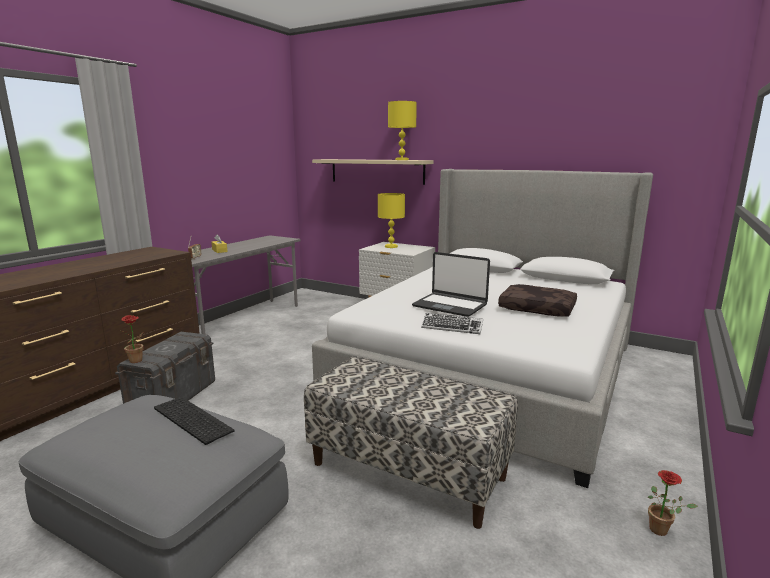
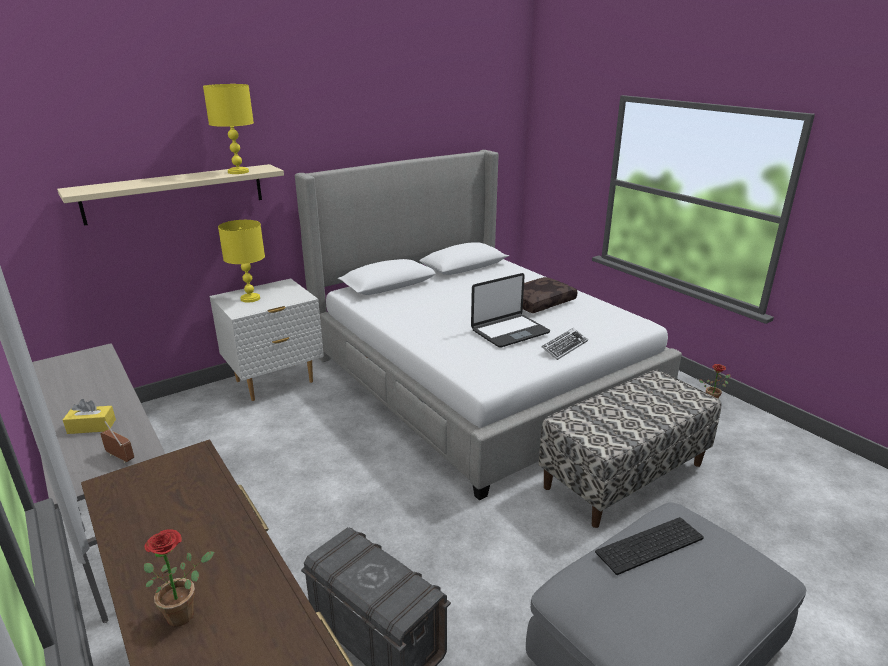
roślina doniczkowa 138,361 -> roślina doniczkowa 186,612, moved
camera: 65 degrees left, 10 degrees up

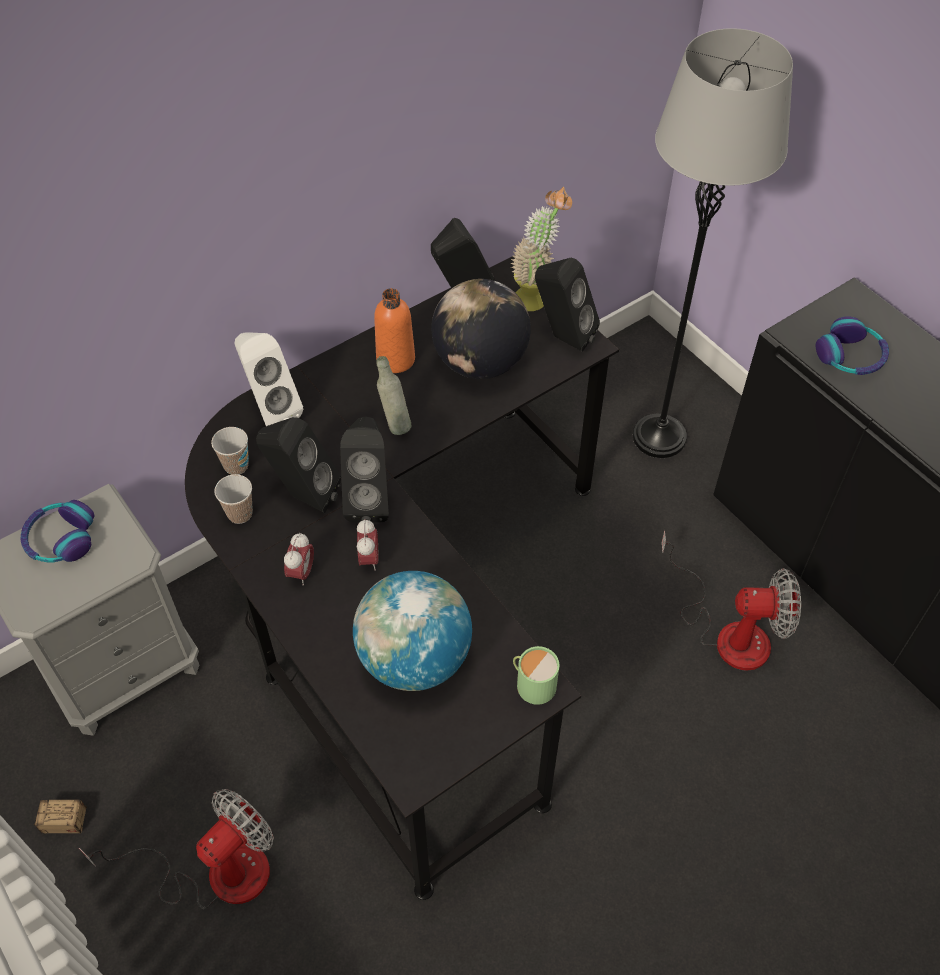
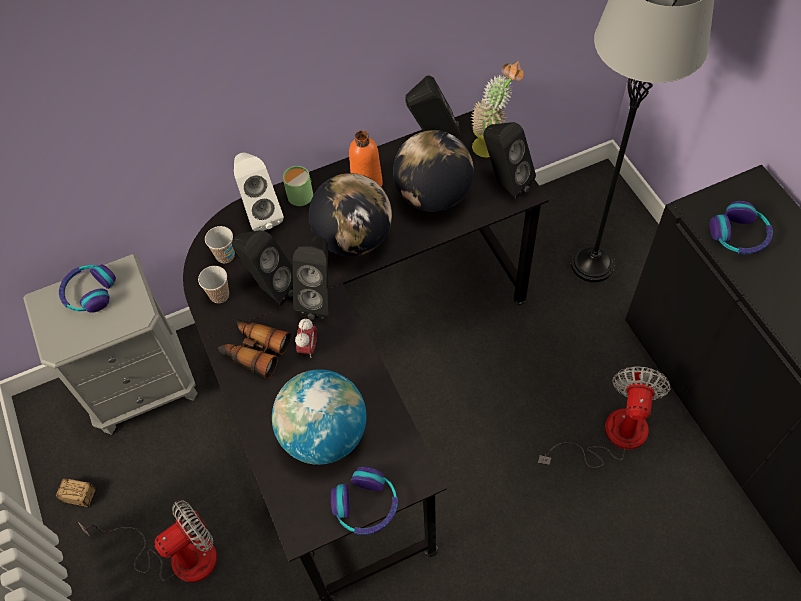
budzik 301,572 -> lornetka 255,350
kubek/zielony 533,683 -> kubek/zielony 298,193, moved
butelka/szary 395,424 -> globus 354,239
none -> słuchawki 366,506
wentylator 728,631 -> wentylator 611,436, 90 degrees counterclockwise
camera: 15 degrees right, 5 degrees up

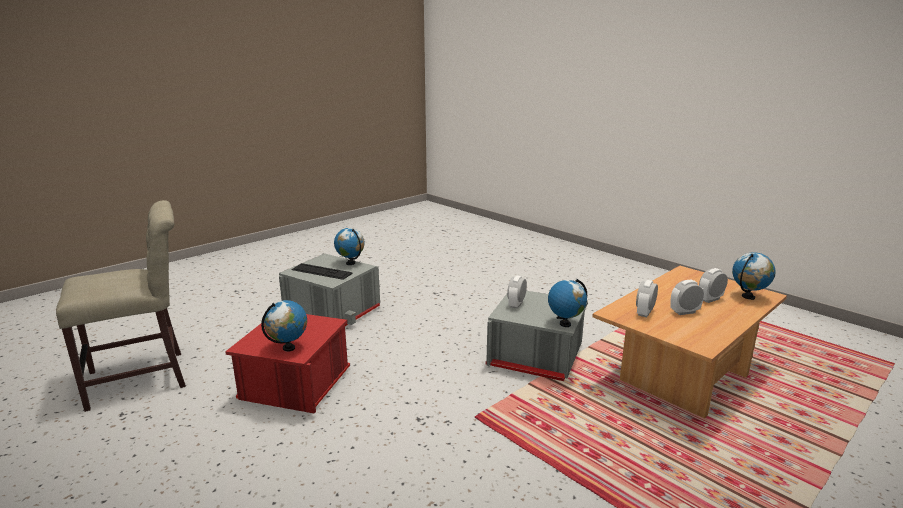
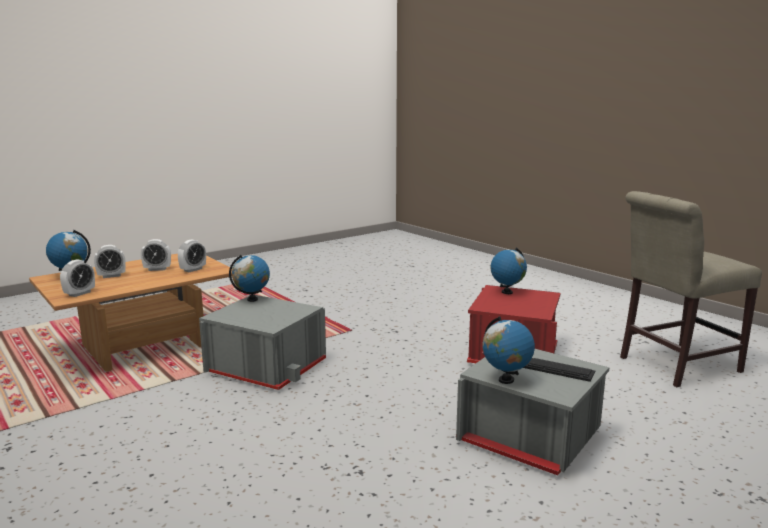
budzik 516,304 -> budzik 79,293, moved
camera: 175 degrees left, 5 degrees down

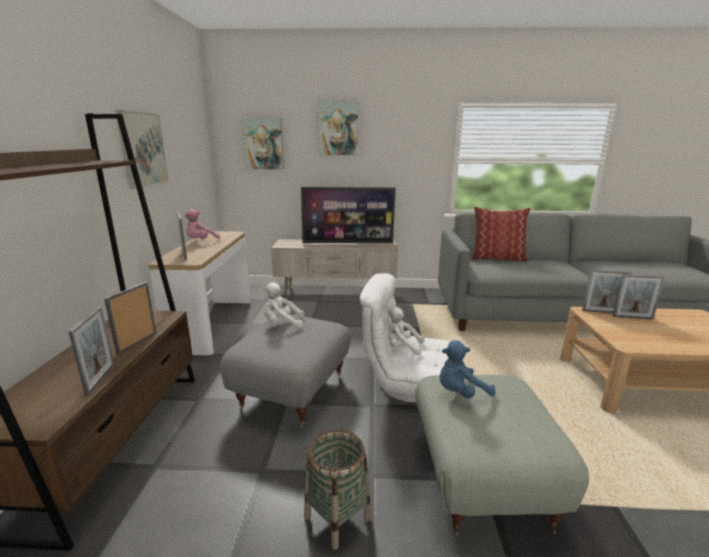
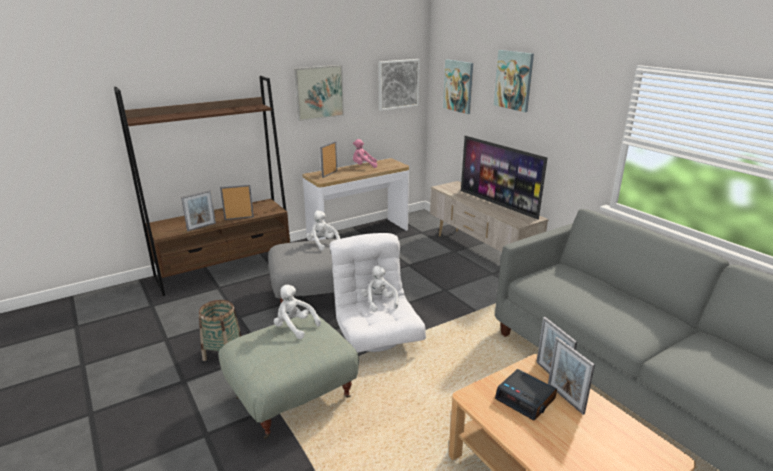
pluszak/niebieski 460,393 -> pluszak/biały 294,327
none -> obraz 398,84
none -> budzik 526,399
poduszka 497,258 -> none
camera: 55 degrees right, 5 degrees up

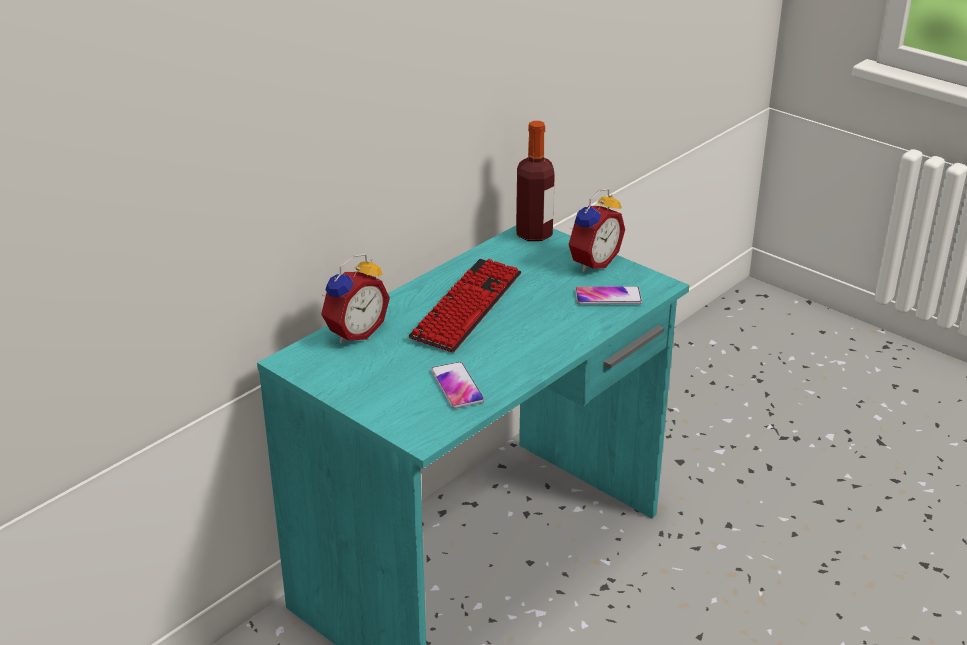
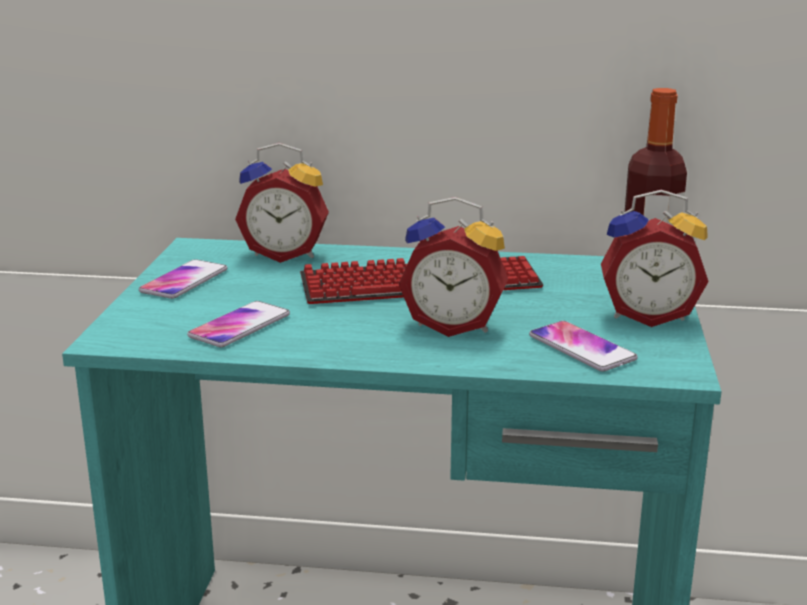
none -> telefon 184,281
none -> budzik 454,325
camera: 55 degrees right, 10 degrees down

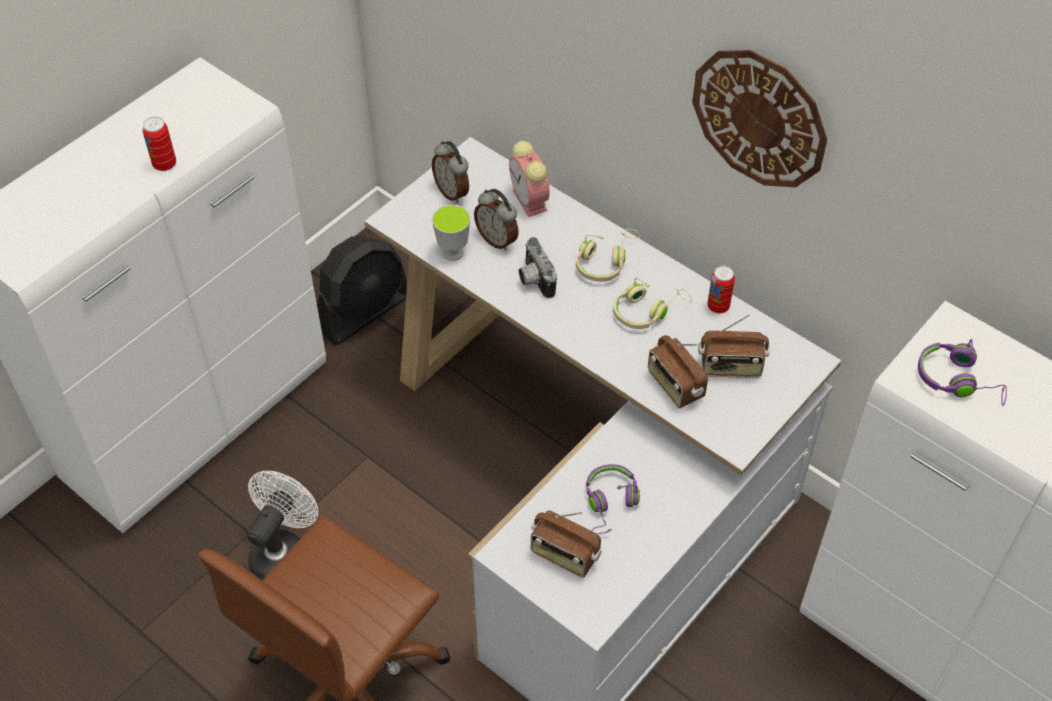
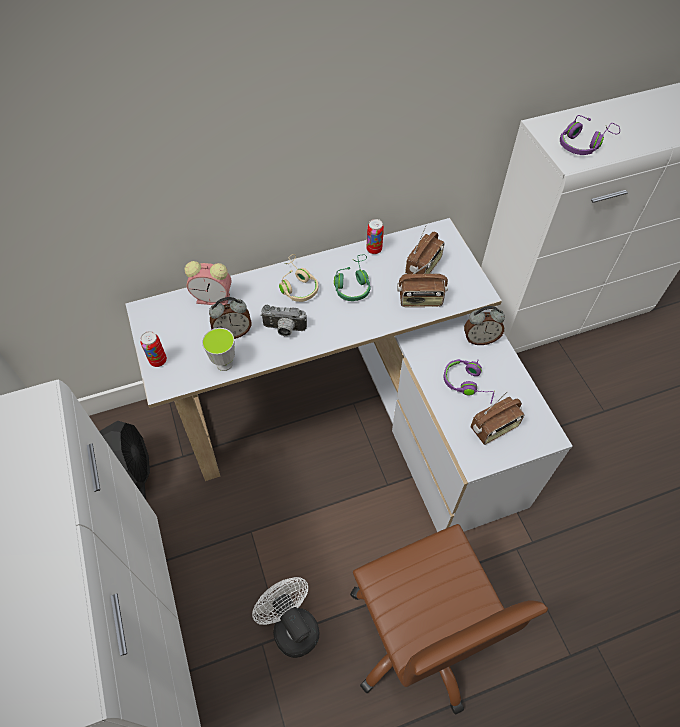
puszka 164,164 -> puszka 158,361, moved
słuchawki/beżowy 647,311 -> słuchawki/zielony 353,284
budzik 452,192 -> budzik 480,339, moved
zegar ścienny 759,118 -> none
camera: 60 degrees left, 5 degrees up

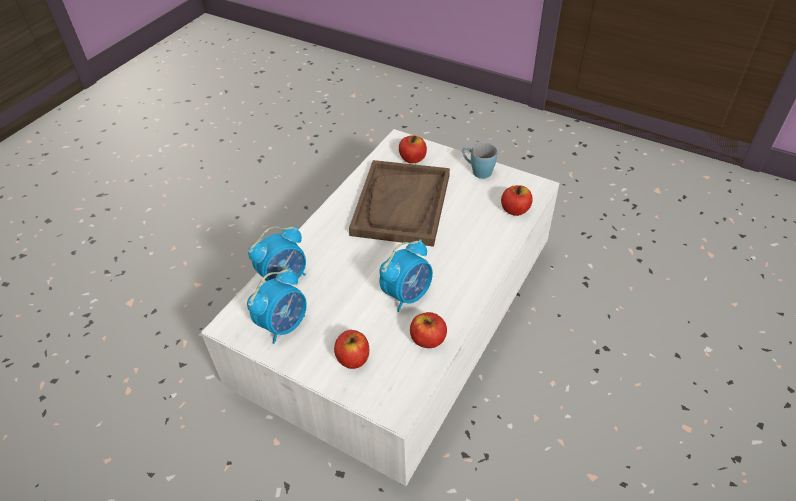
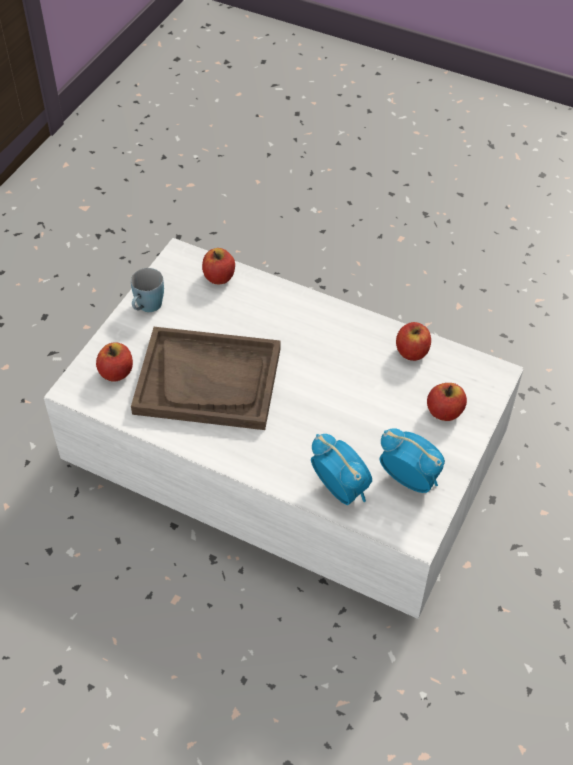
budzik 407,294 -> none
camera: 95 degrees left, 5 degrees up

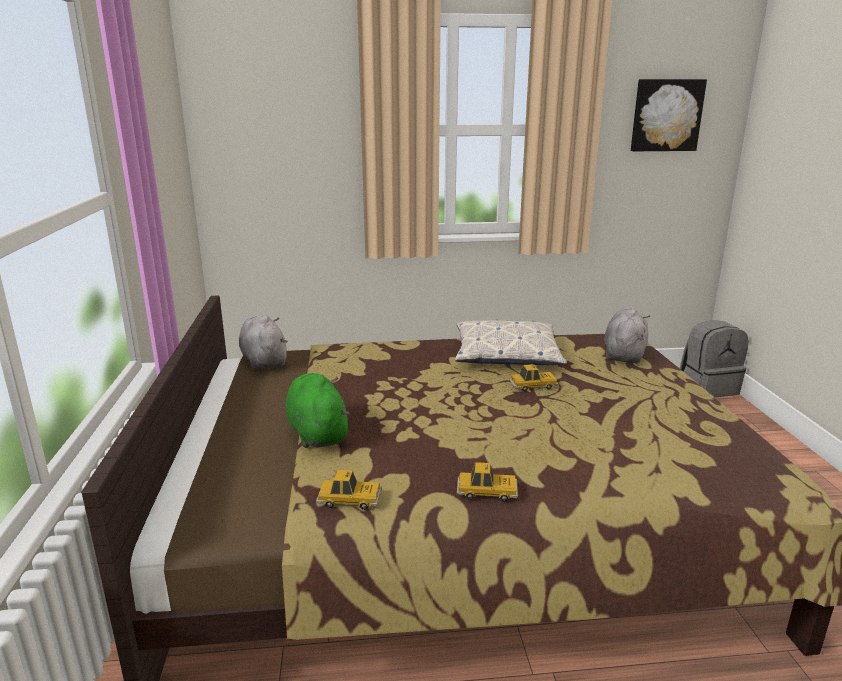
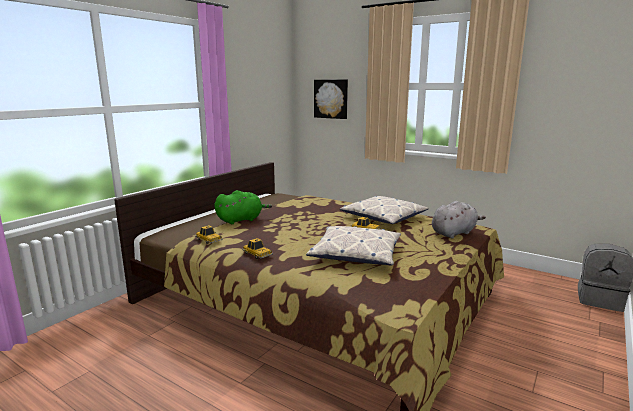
pluszak/zielony 317,432 -> pluszak/zielony 241,220, 45 degrees clockwise
none -> poduszka 356,254
obraz 666,115 -> obraz 331,99, moved
pluszak/szary 264,361 -> none
camera: 40 degrees right, 5 degrees down

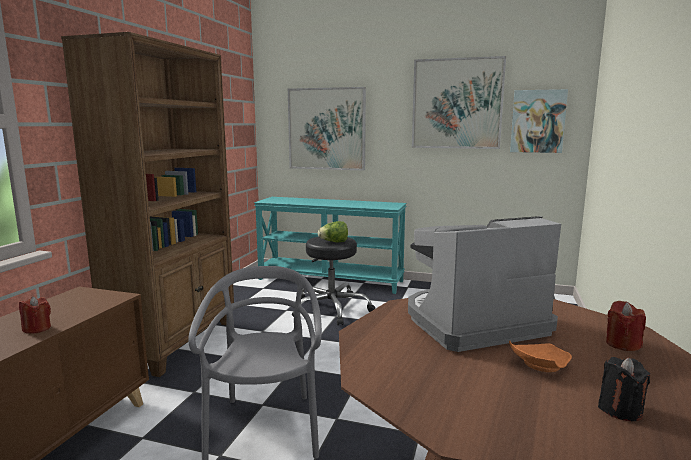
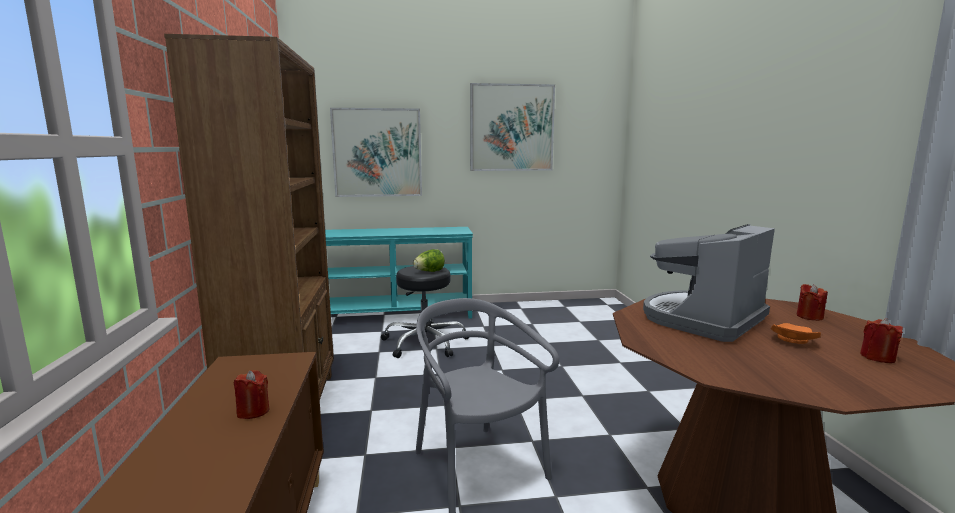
świeca/czarny 620,410 -> świeca/czerwony 877,357
obraz 537,121 -> none
camera: 25 degrees left, 0 degrees up

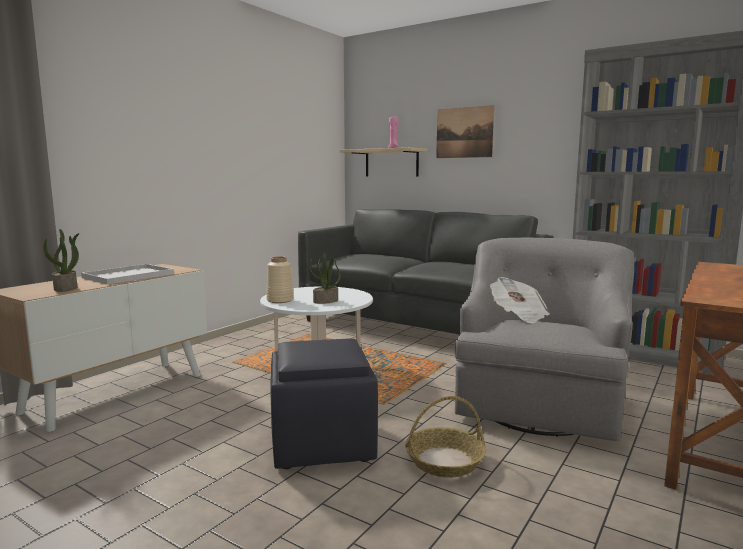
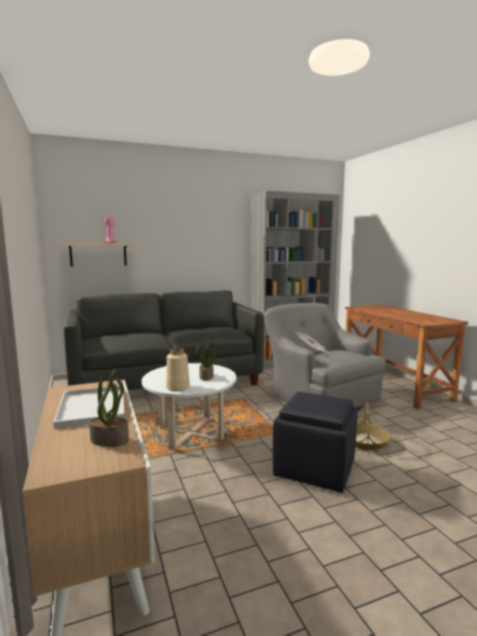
obraz 464,132 -> none
camera: 55 degrees left, 0 degrees up

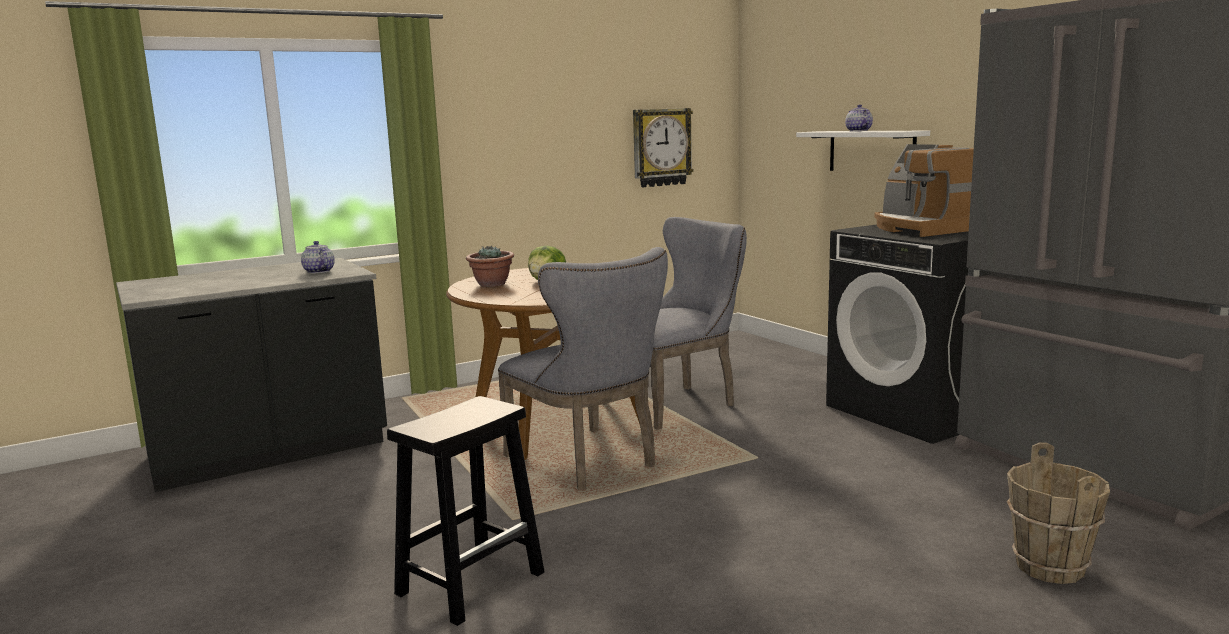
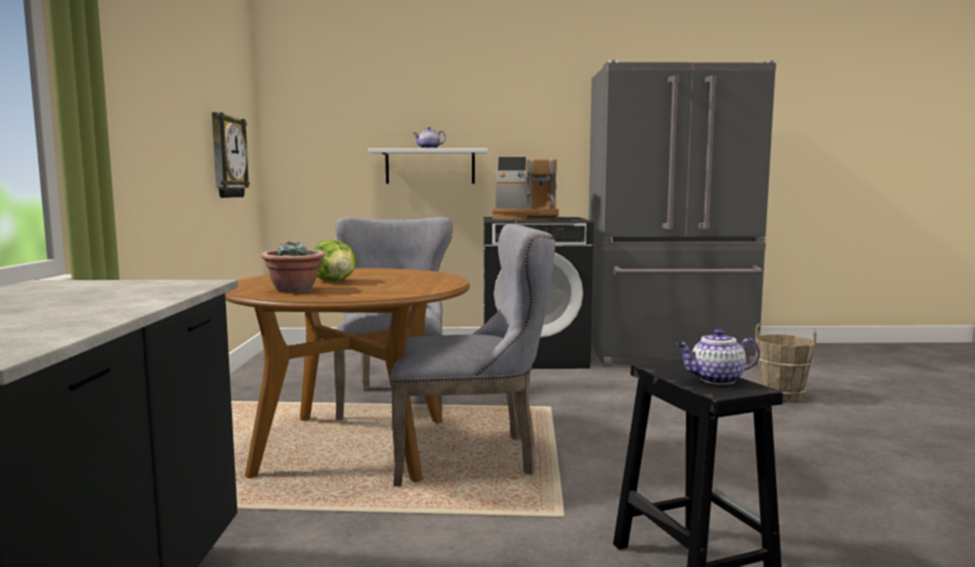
imbryk 318,271 -> imbryk 716,379, moved
camera: 60 degrees left, 5 degrees down

